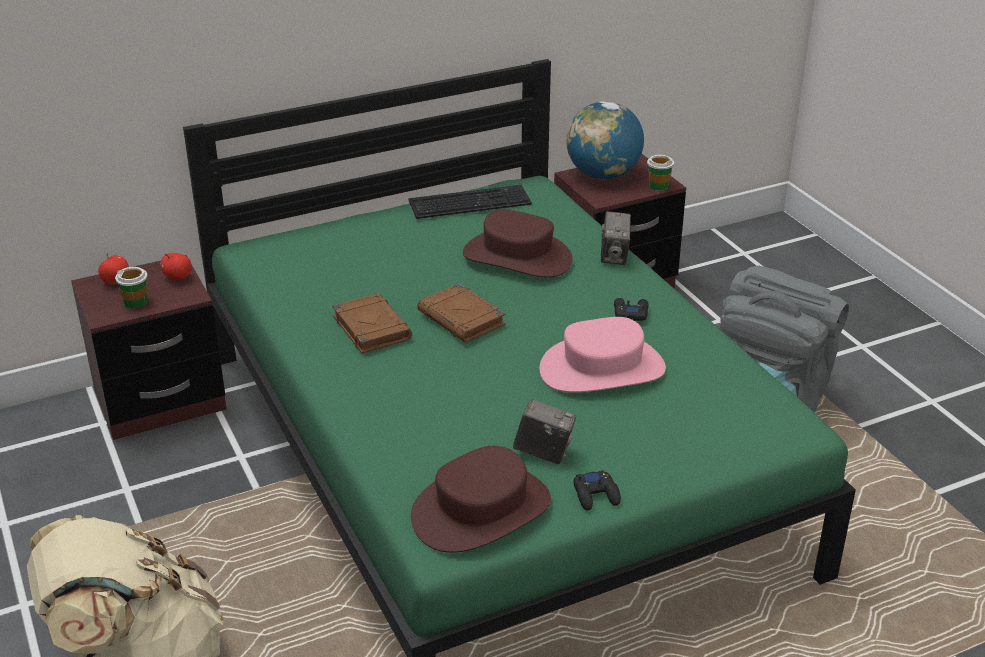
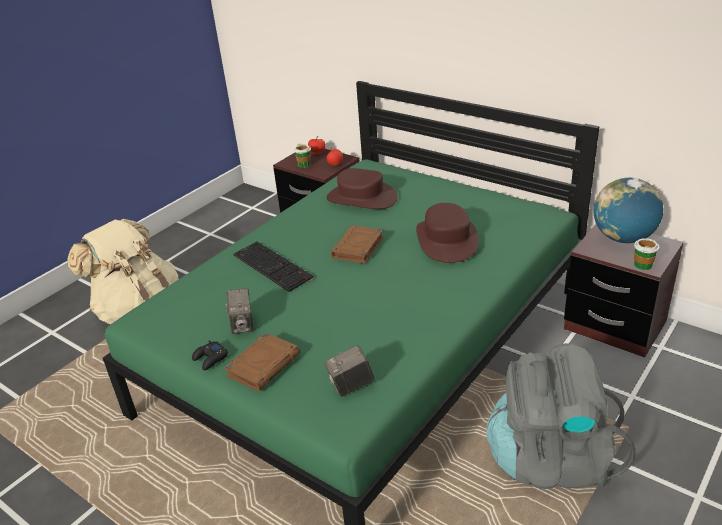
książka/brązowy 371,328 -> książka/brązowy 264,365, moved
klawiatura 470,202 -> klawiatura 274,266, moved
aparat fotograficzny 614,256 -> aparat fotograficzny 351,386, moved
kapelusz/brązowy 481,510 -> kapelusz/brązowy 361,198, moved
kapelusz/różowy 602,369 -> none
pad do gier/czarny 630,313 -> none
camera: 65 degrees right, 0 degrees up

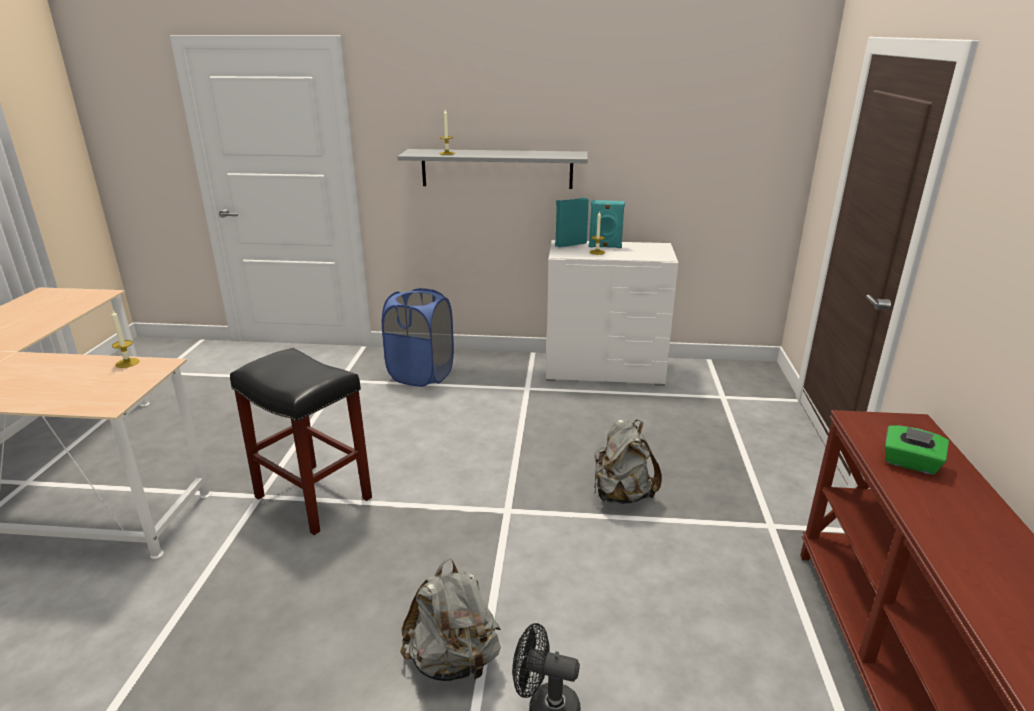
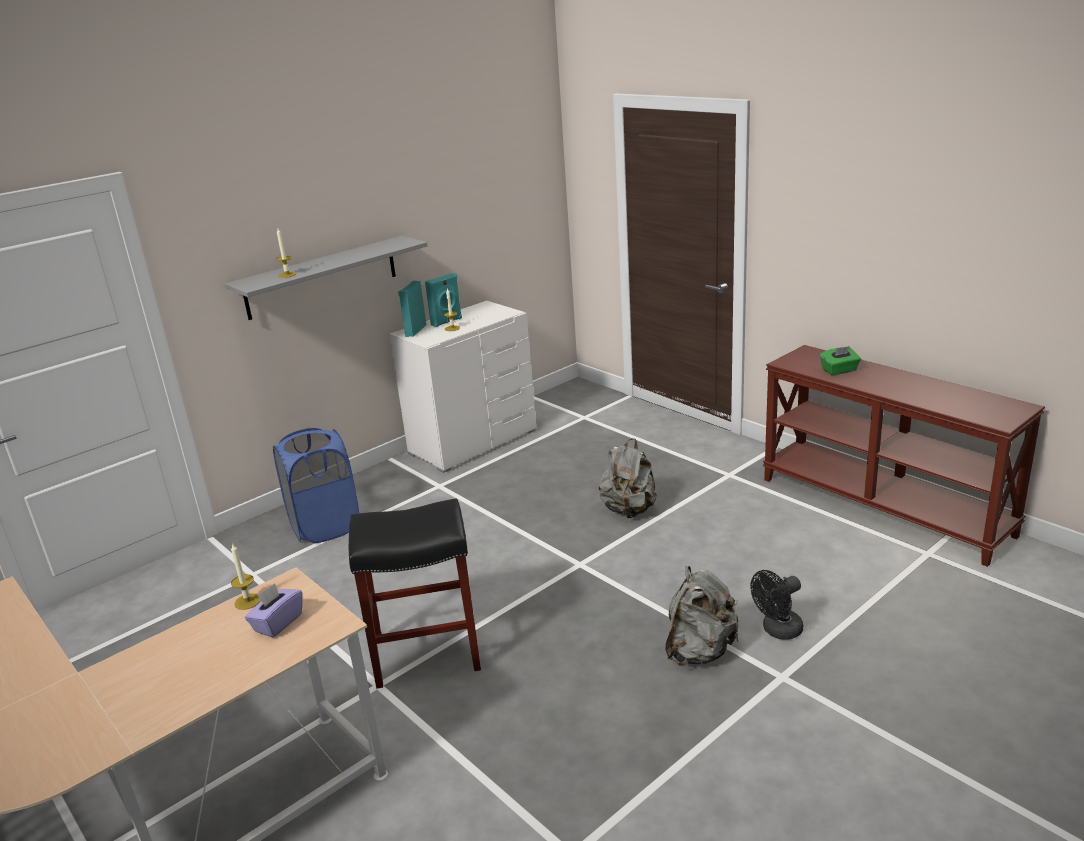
none -> pudełko chusteczek/fioletowy 278,623
camera: 45 degrees left, 0 degrees up

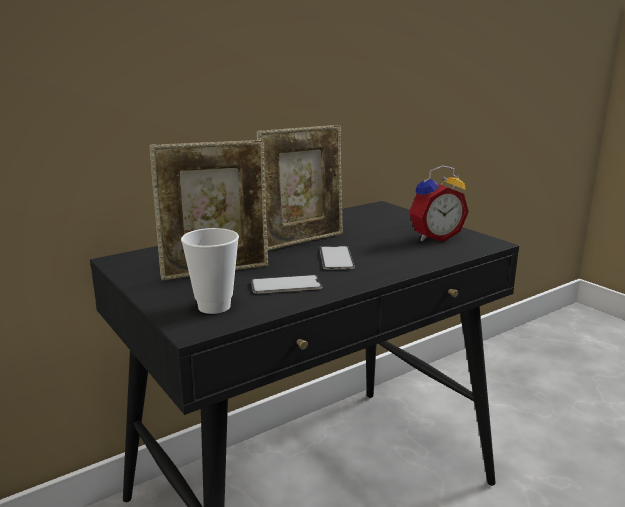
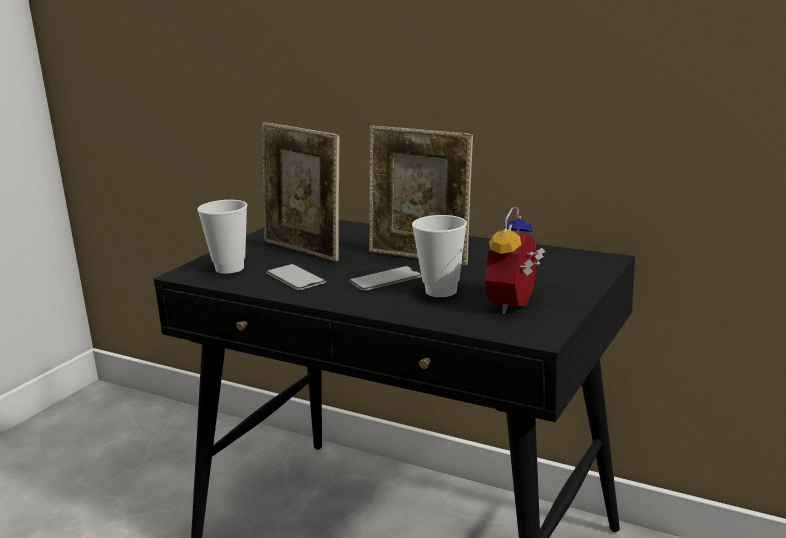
none -> filiżanka 441,291
budzik 434,237 -> budzik 517,305, 75 degrees clockwise
camera: 65 degrees right, 0 degrees up

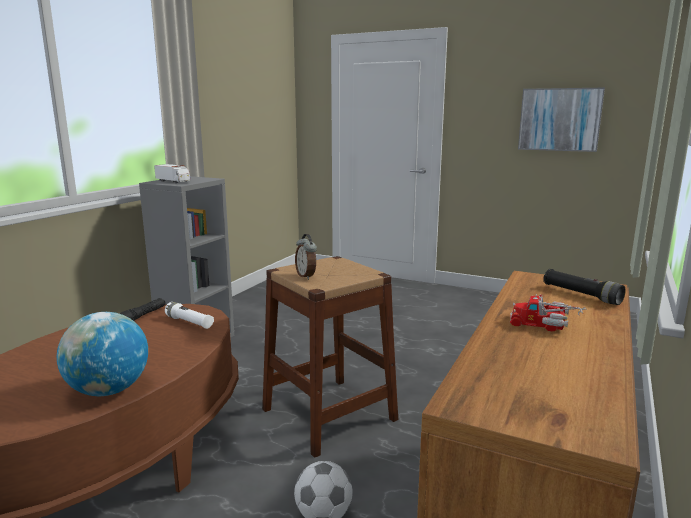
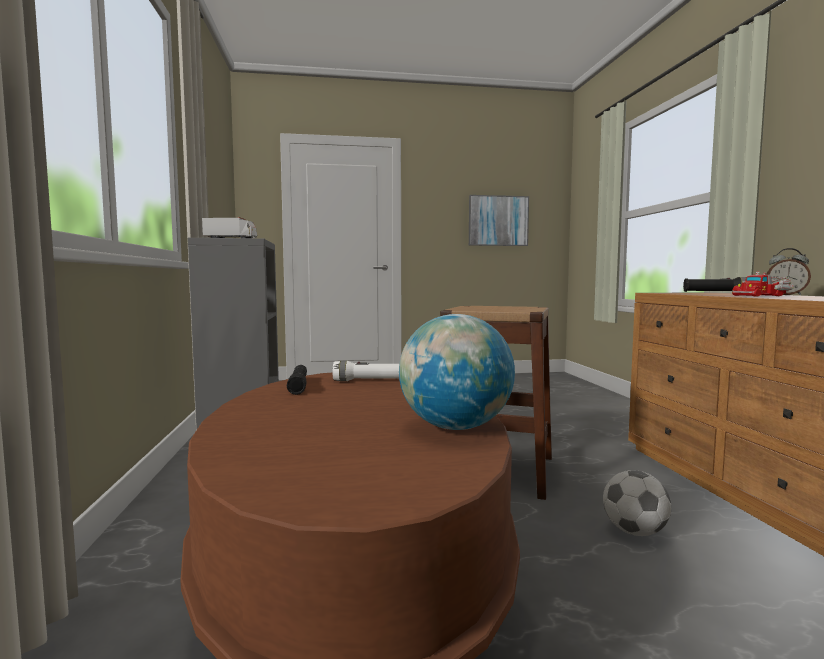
budzik 306,276 -> budzik 786,295, moved
camera: 35 degrees left, 10 degrees down

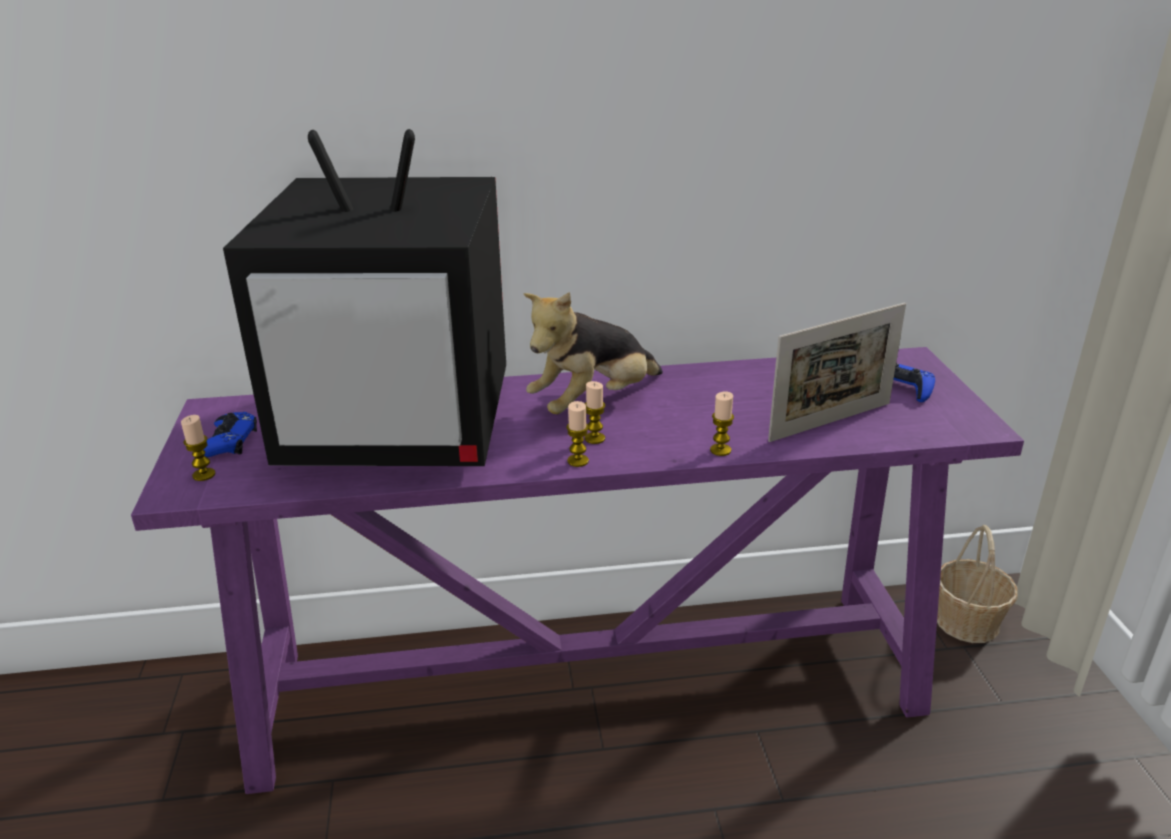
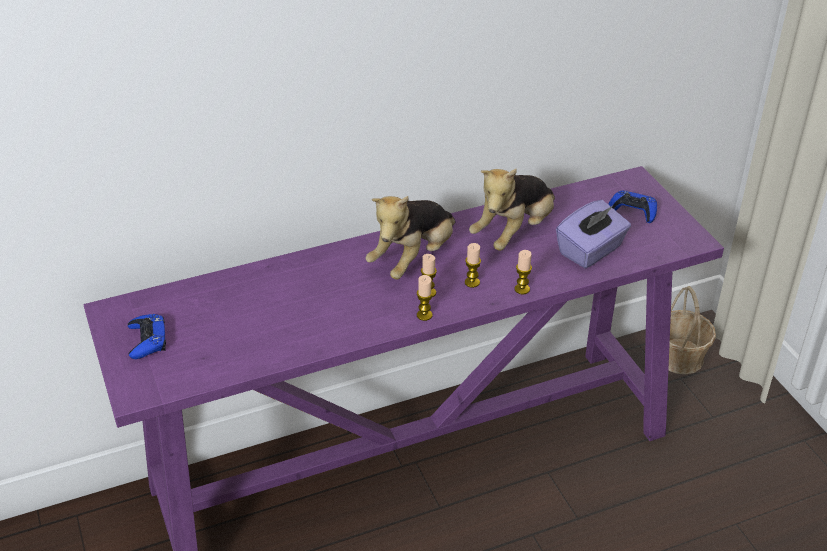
świeca 204,475 -> świeca 472,282, moved
none -> pluszak 514,232
ramka na zdjęcie 830,422 -> pudełko chusteczek/fioletowy 591,251
telewizor 404,426 -> none
camera: 15 degrees left, 10 degrees up

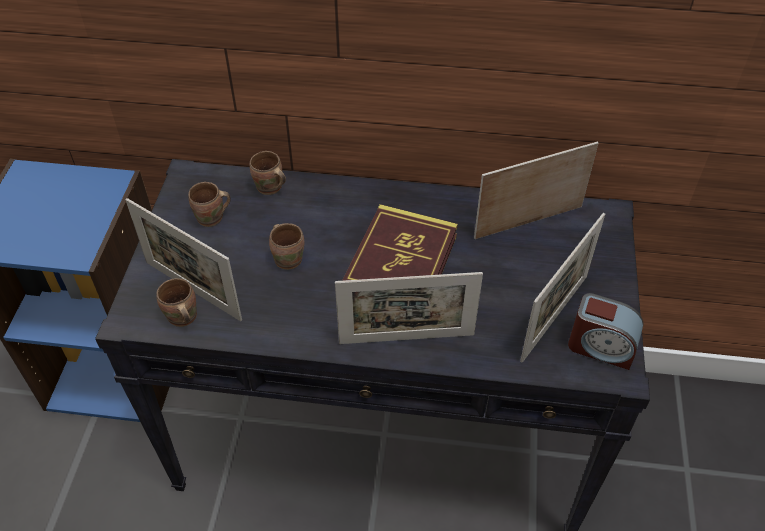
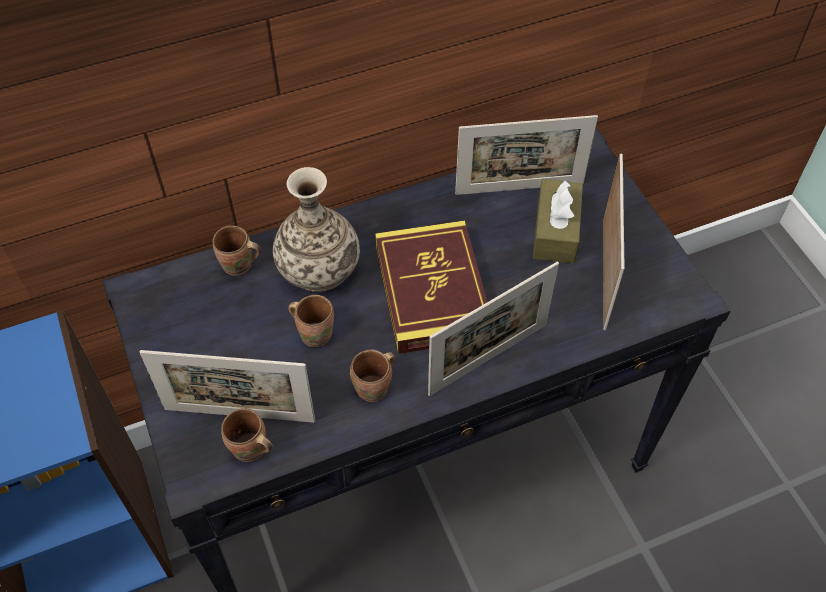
none -> wazon 319,268
kubek/brązowy 212,219 -> kubek/brązowy 375,388, moved
ramka na zdjęcie 528,222 -> ramka na zdjęcie 519,188, 135 degrees counterclockwise
none -> pudełko chusteczek/brązowy 555,231
budzik 601,347 -> none
camera: 30 degrees left, 5 degrees up

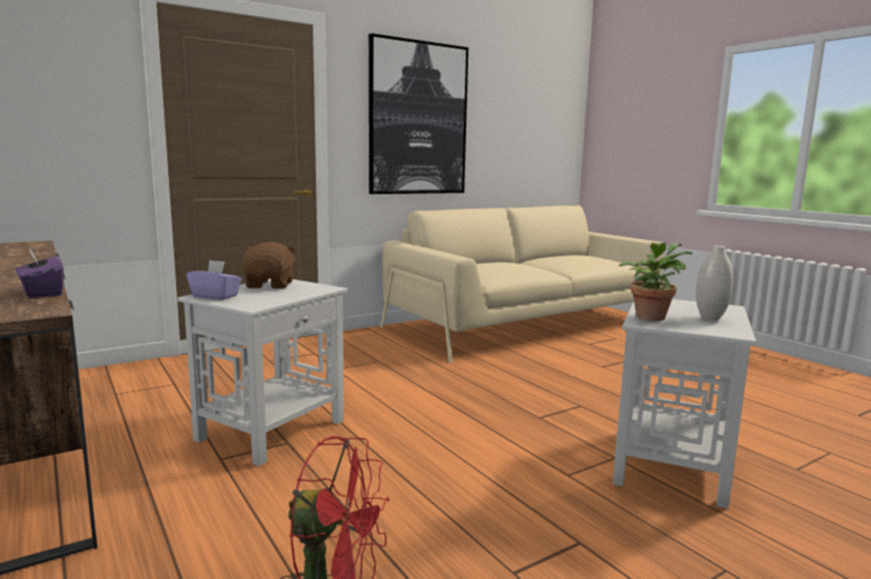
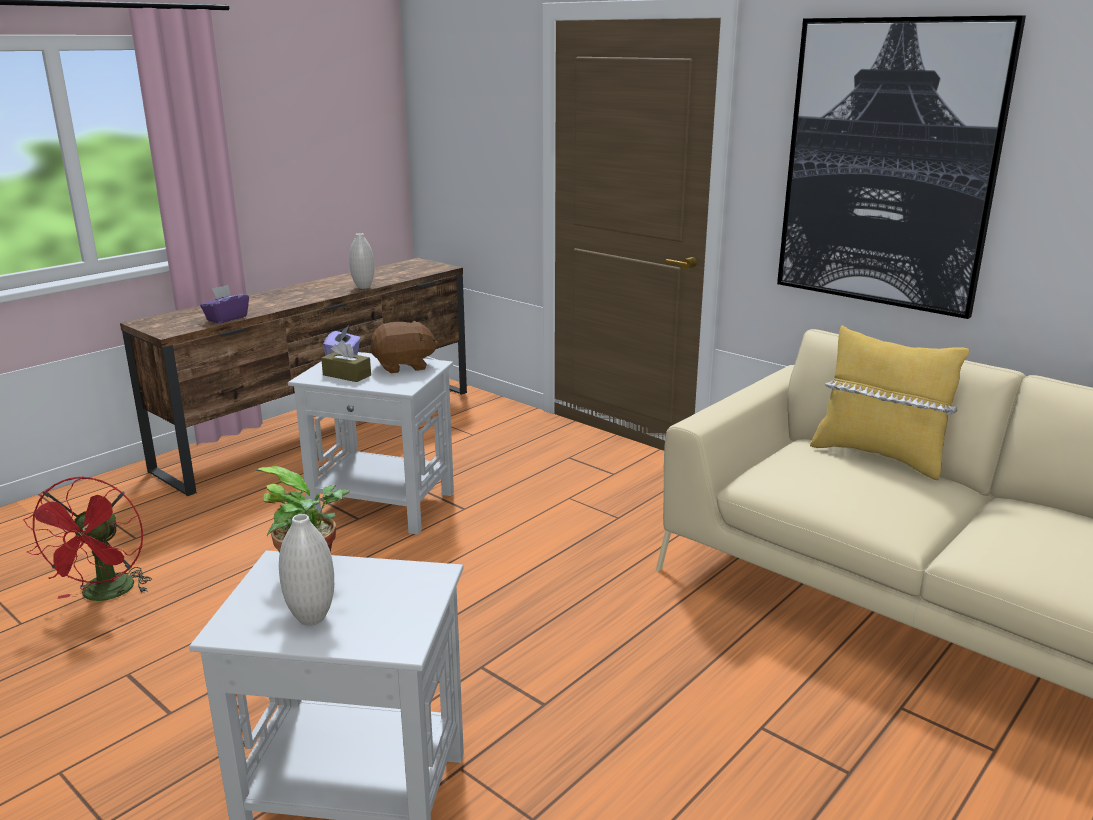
none -> pudełko chusteczek/brązowy 347,375
none -> wazon/biały 363,287
none -> poduszka/żółty 878,456
camera: 75 degrees right, 10 degrees up

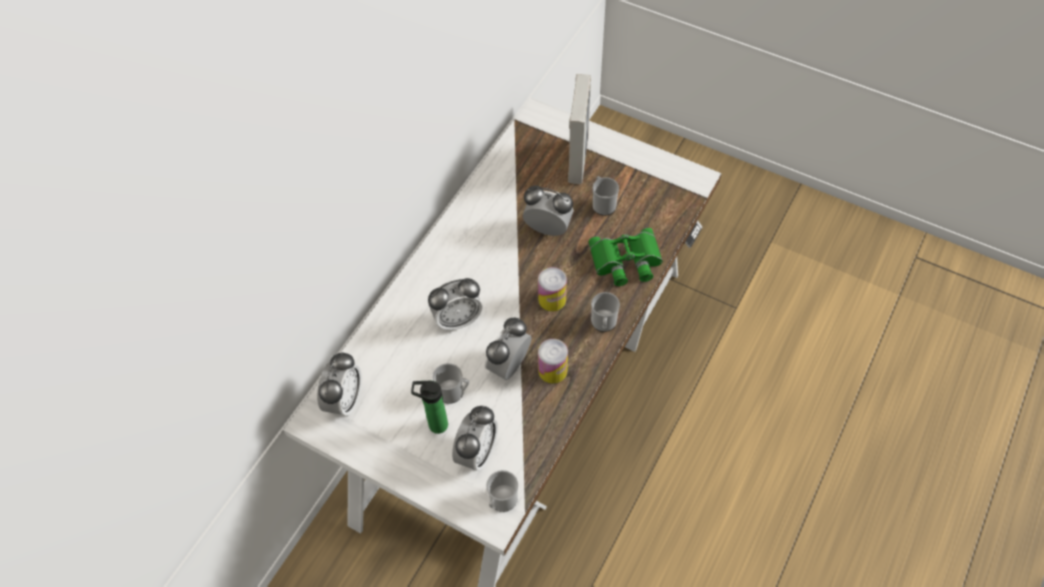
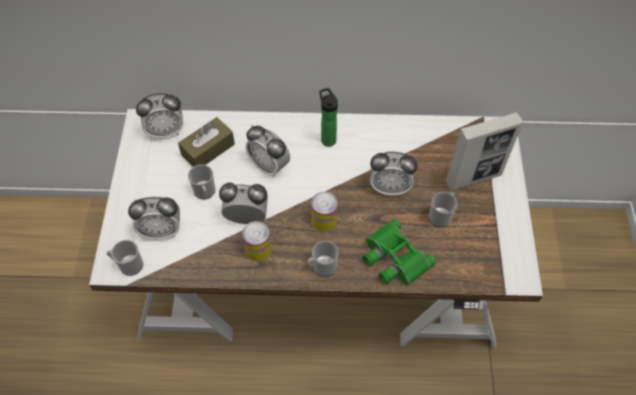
none -> pudełko chusteczek/brązowy 208,150
butelka 435,424 -> butelka 327,138, moved
budzik 548,229 -> budzik 390,187, 105 degrees clockwise
camera: 60 degrees right, 0 degrees up

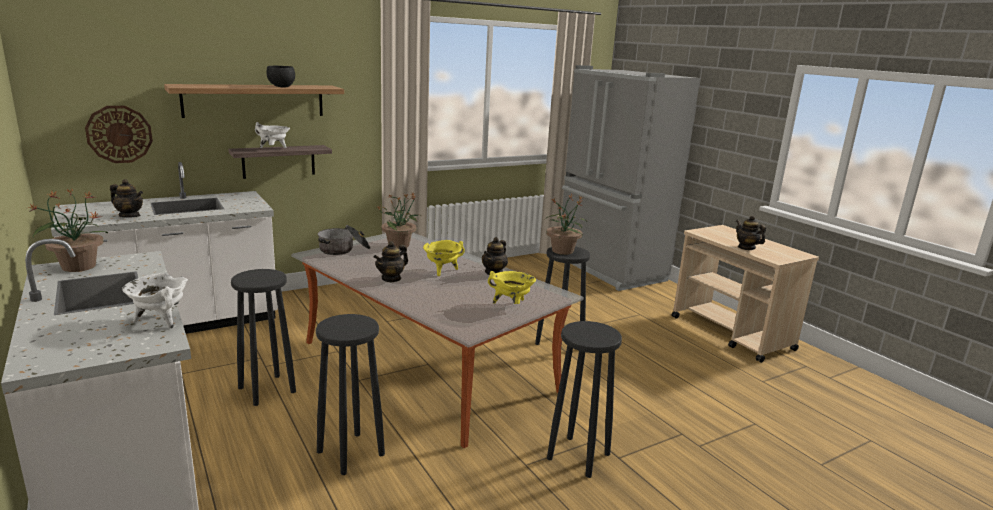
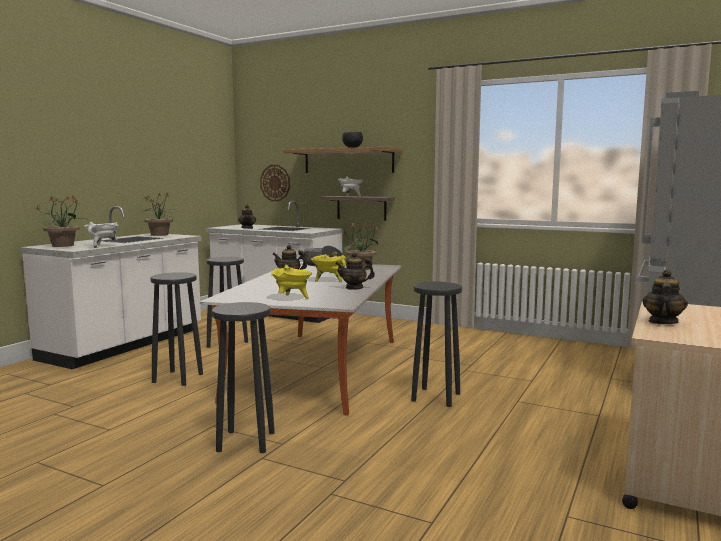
roślina doniczkowa 562,250 -> roślina doniczkowa 63,245, moved
camera: 60 degrees right, 10 degrees down

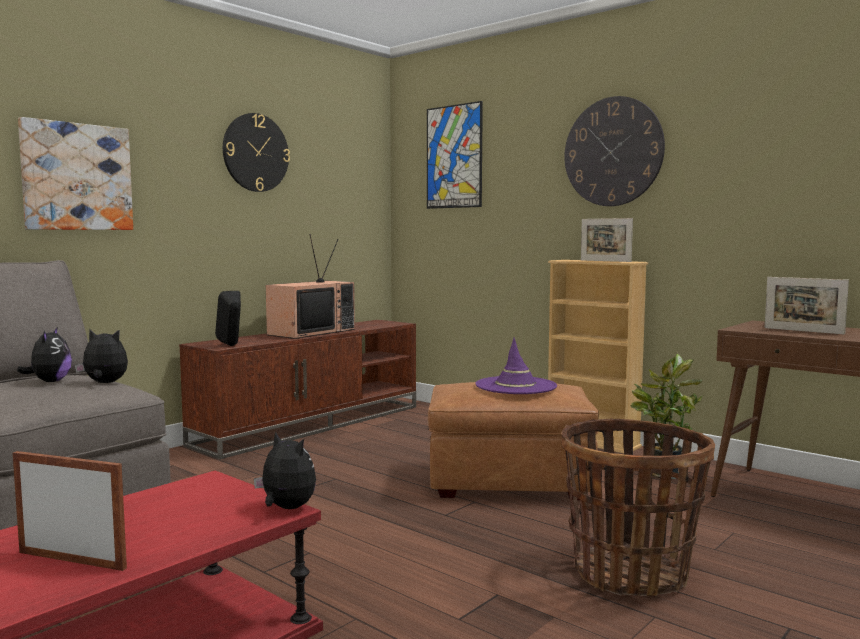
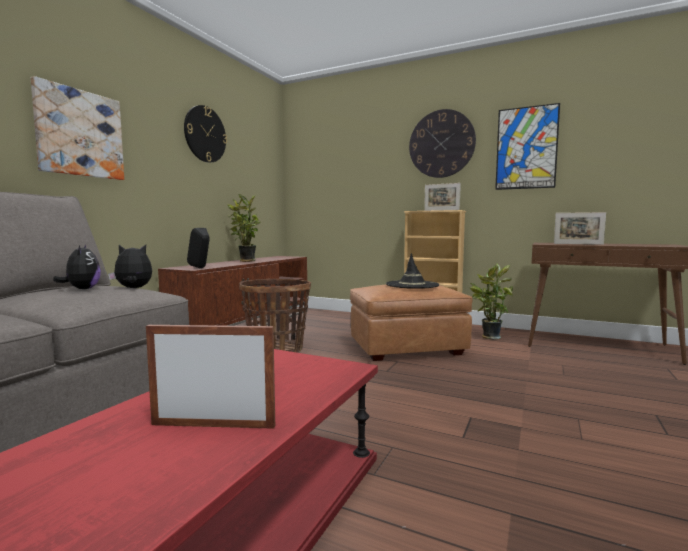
telewizor 311,332 -> roślina doniczkowa 245,261
koszyk 630,574 -> koszyk 276,349, moved
kapelusz/fioletowy 516,386 -> kapelusz/czarny 412,285
obraz 454,157 -> obraz 526,148, moved
pluszak 286,508 -> none
camera: 15 degrees left, 0 degrees up

